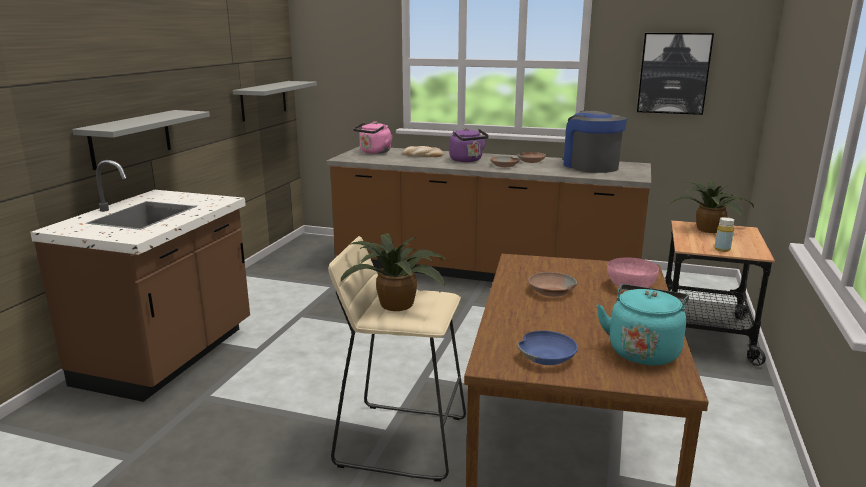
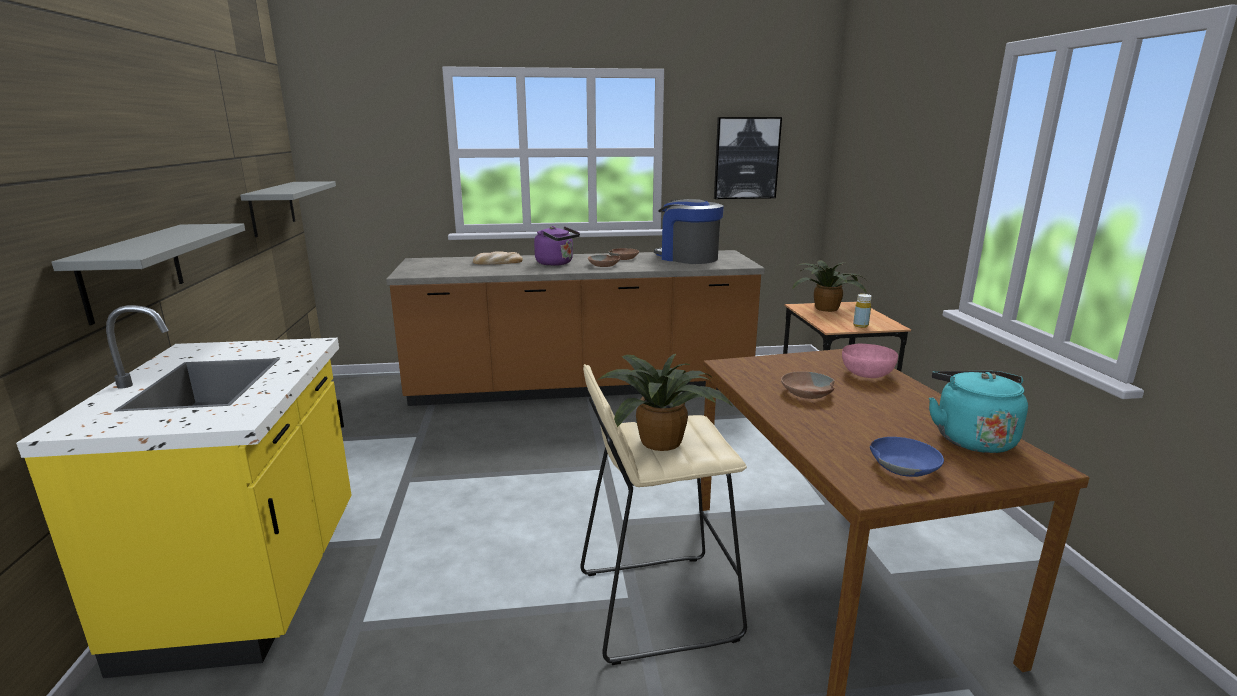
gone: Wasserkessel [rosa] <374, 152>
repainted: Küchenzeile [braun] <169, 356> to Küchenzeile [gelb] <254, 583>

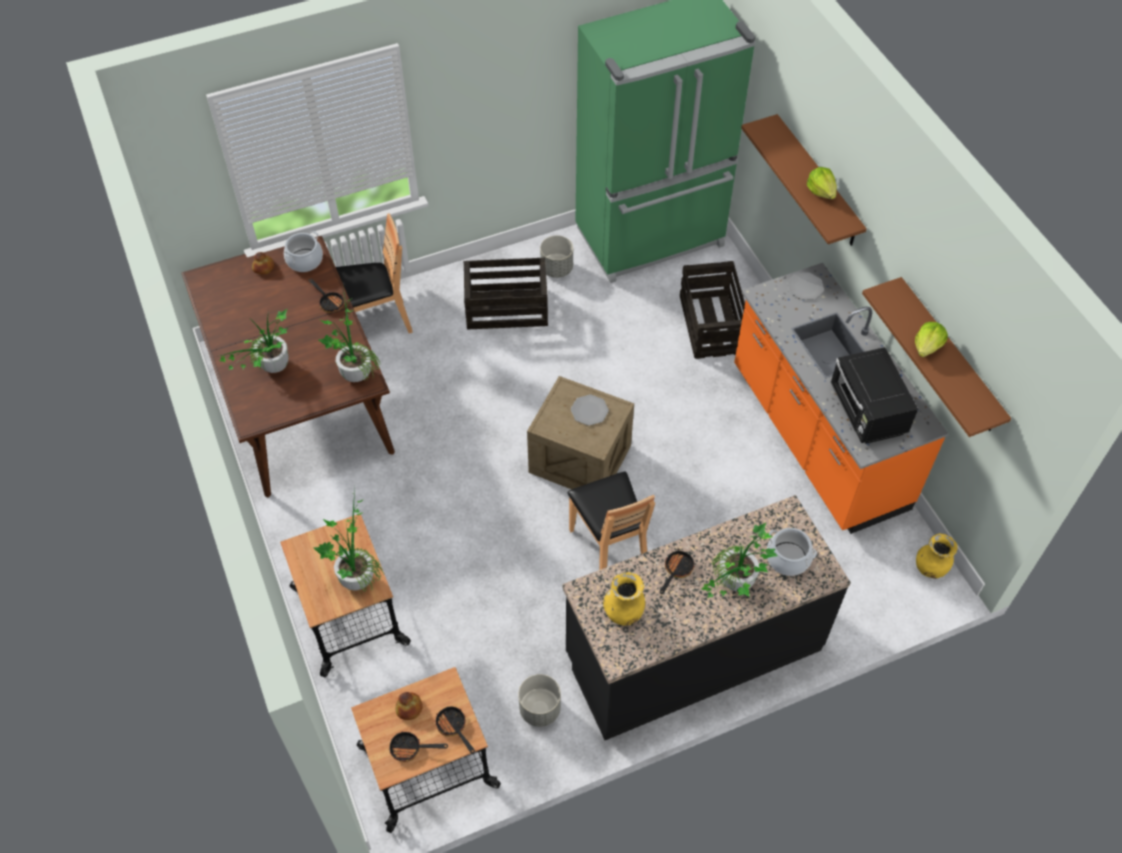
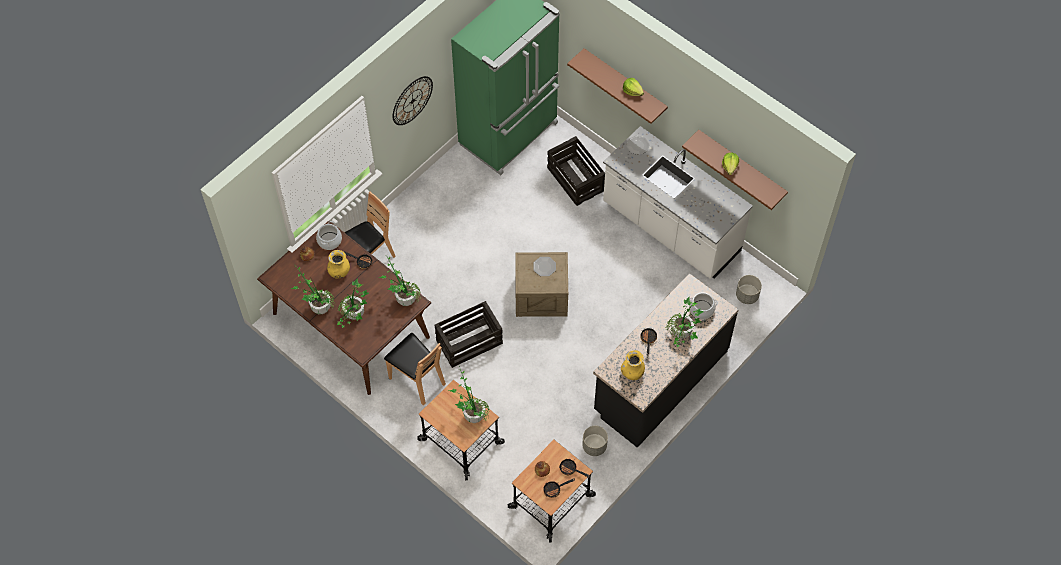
gone: Mikrowelle [schwarz] <867, 412>
new: Wanduhr <412, 100>; Topfpflanze <318, 306>
shifted: Pflanzkübel [grau] <556, 268> to <747, 295>; Kiste <507, 309> to <469, 341>; Stuhl [braun] <609, 548> to <417, 380>; Vase [gelb] <931, 567> to <339, 271>
repainted: Küchenzeile [orange] <817, 438> to Küchenzeile [weiß] <670, 228>

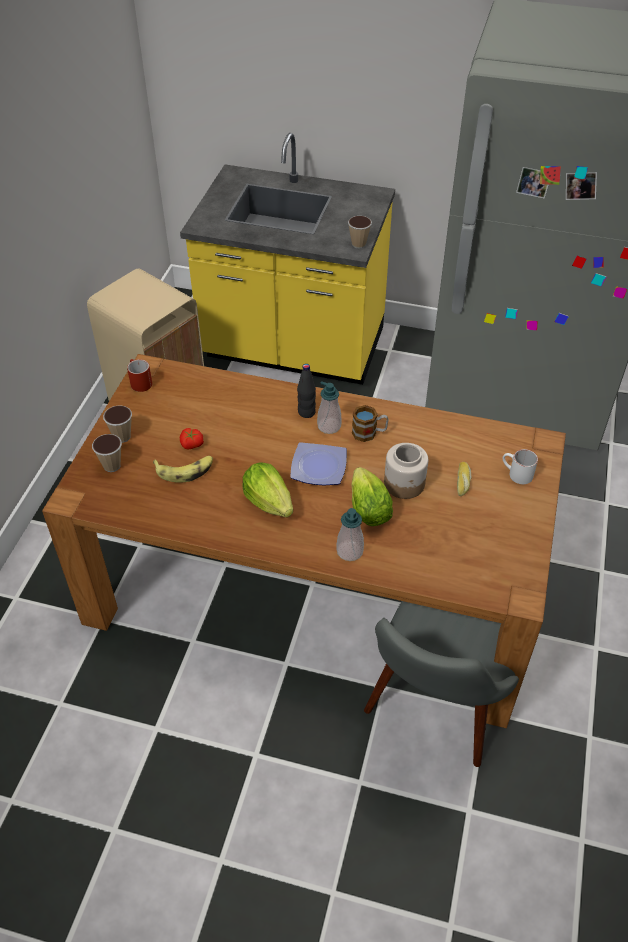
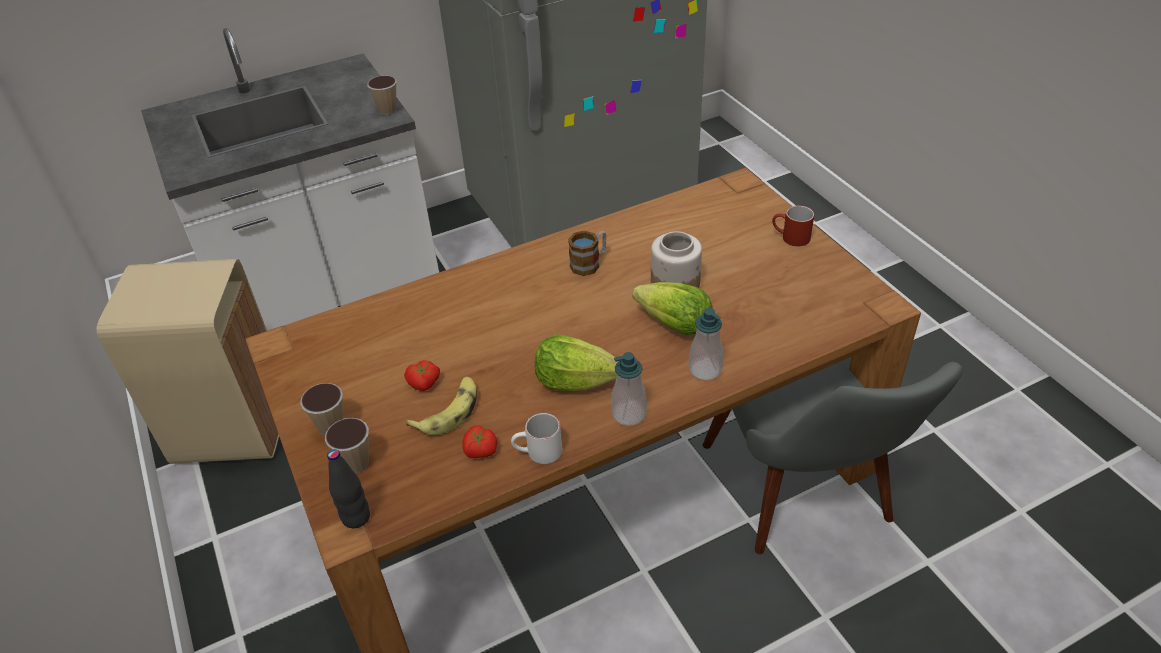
gone: Teller <318, 466>; Brot <463, 482>
new: Tomate <480, 450>
shifted: Henkelbecher [rot] <139, 382> to <790, 238>; Flasche [schwarz] <306, 412> to <356, 517>; Seifenspender <329, 426> to <629, 414>; Henkelbecher [weiß] <516, 474> to <538, 453>
repainted: Küchenzeile [gelb] <293, 348> to Küchenzeile [weiß] <327, 288>

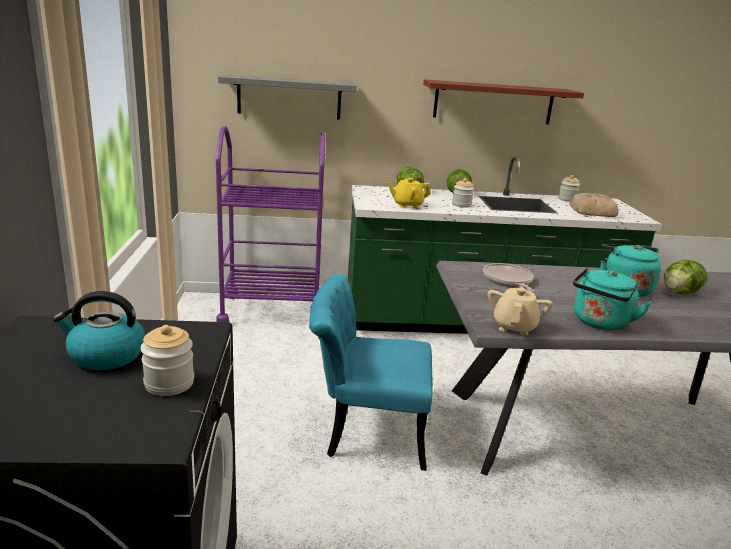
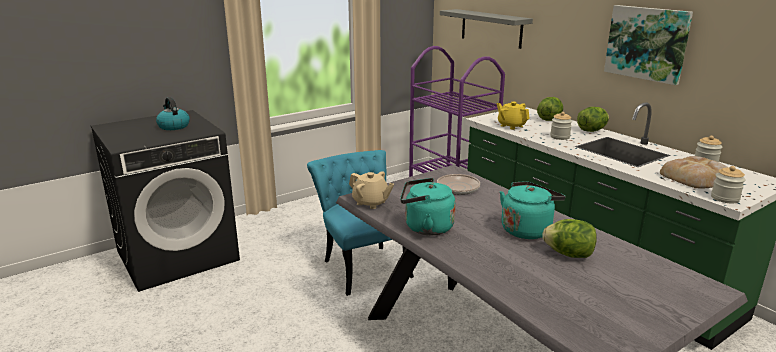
shifted: Vorratsglas <169, 383> to <724, 198>
swapped: Wandregal <493, 102> to Bild <647, 43>
rotated: Teekanne [beige] <514, 326> = <371, 203> 45 degrees clockwise

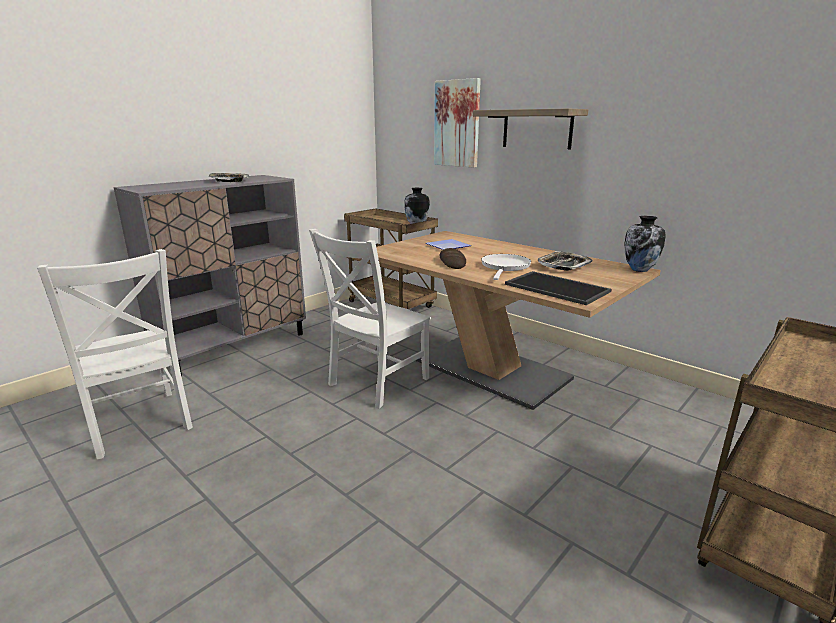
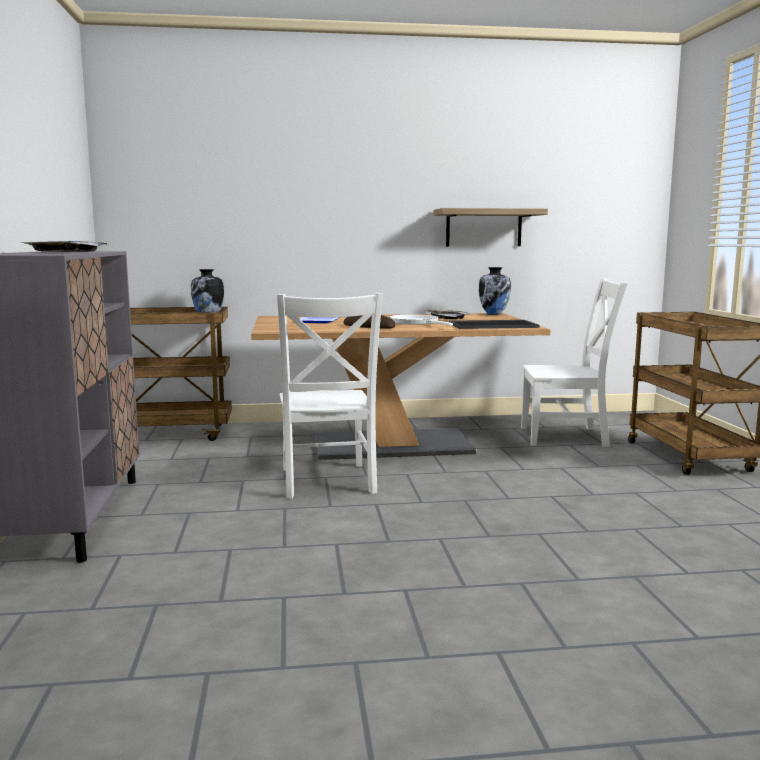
gone: Bild <457, 124>
shifted: Wandregal <537, 129> to <483, 228>; Stuhl [weiß] <138, 425> to <568, 437>

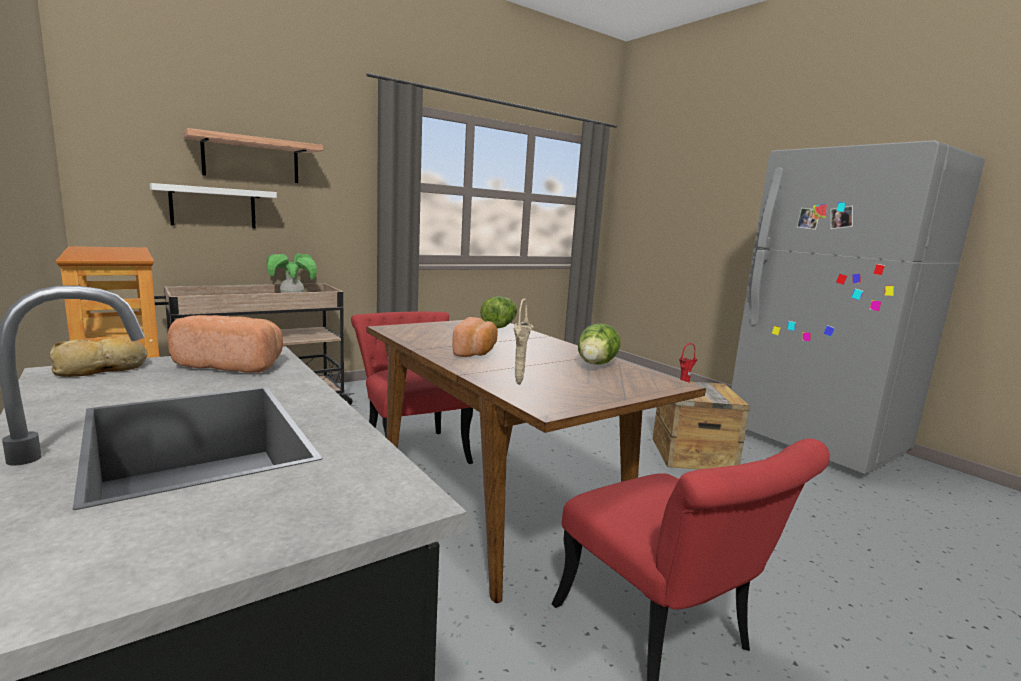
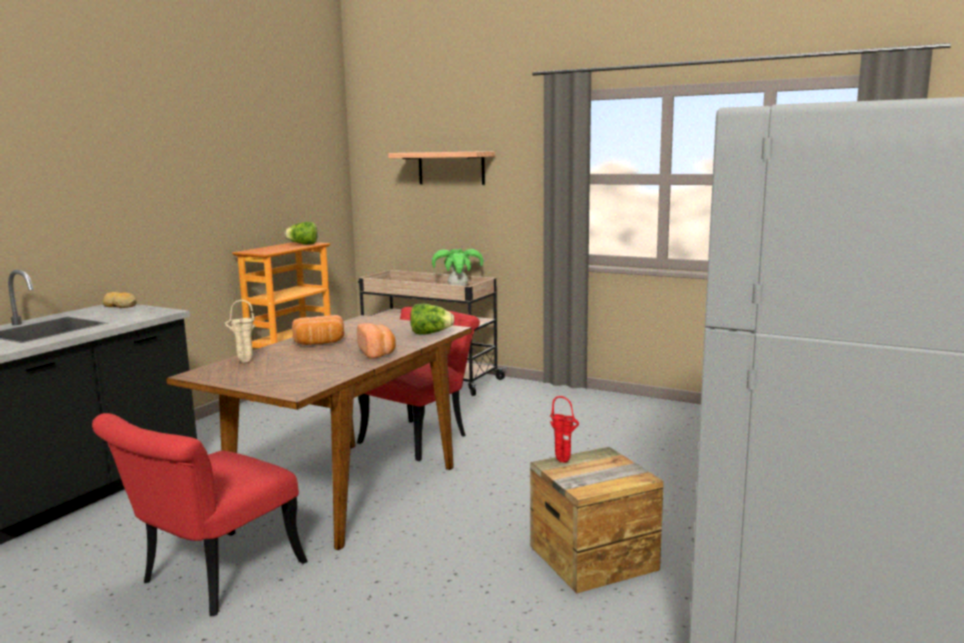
gone: Wandregal [weiß] <213, 207>
shifted: Brot <233, 365> to <377, 353>; Salatkopf <595, 365> to <303, 244>

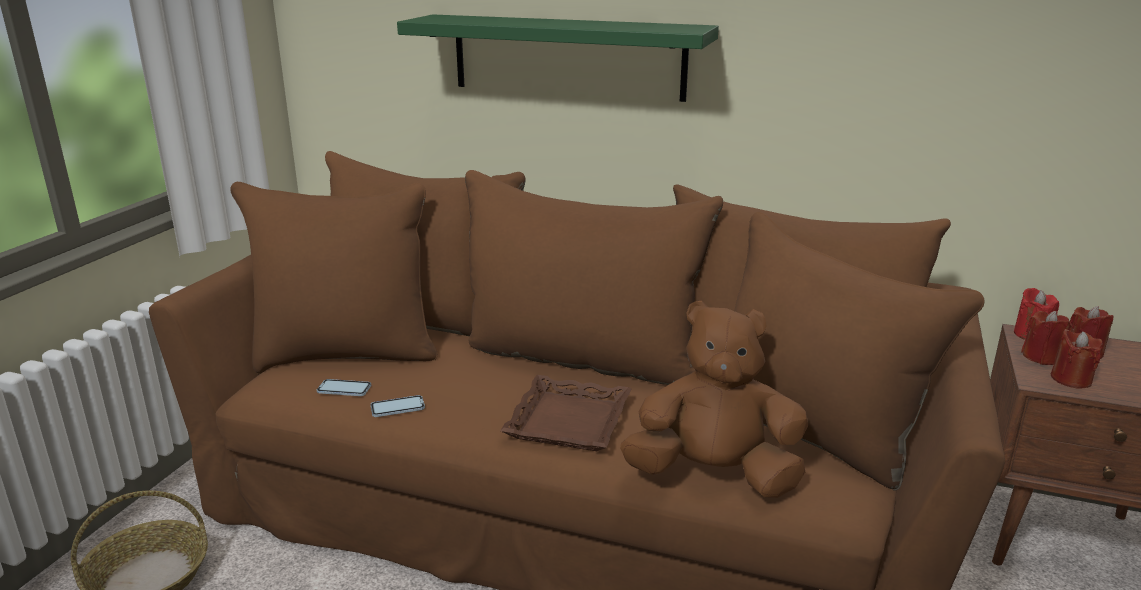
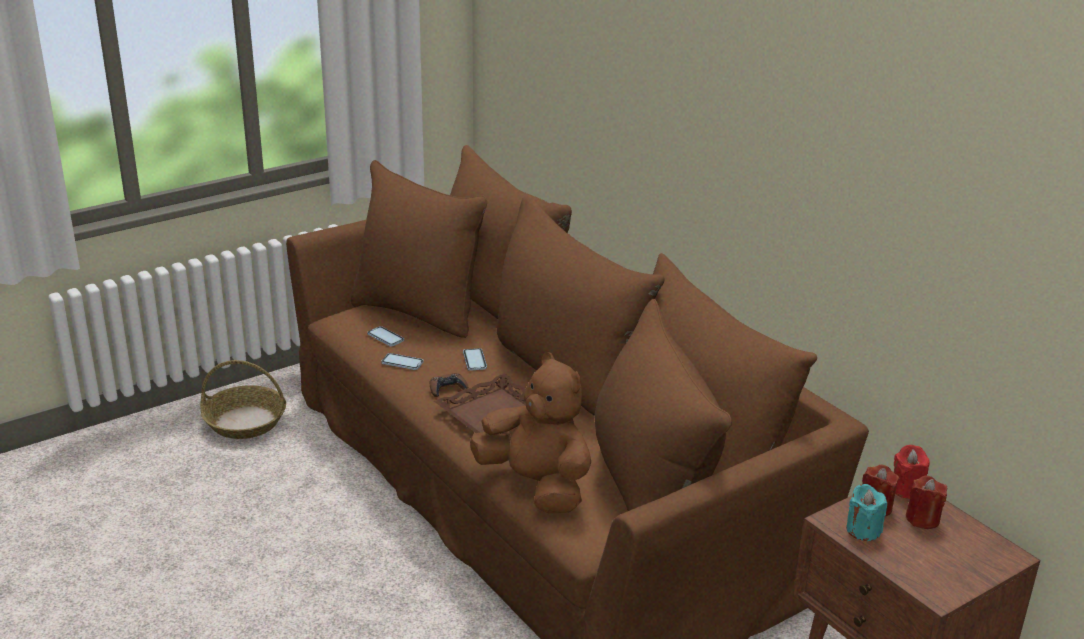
gone: Wandregal [grün] <567, 57>
new: Handy <474, 360>; Gamepad [braun] <447, 389>
repainted: Kerze [rot] <1070, 379> to Kerze [türkis] <863, 530>

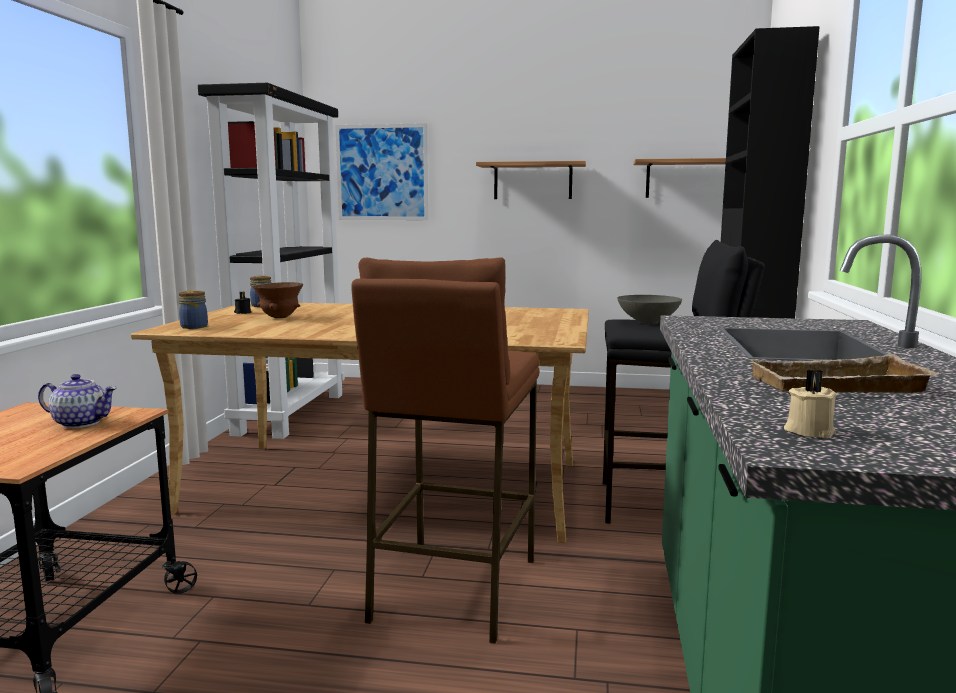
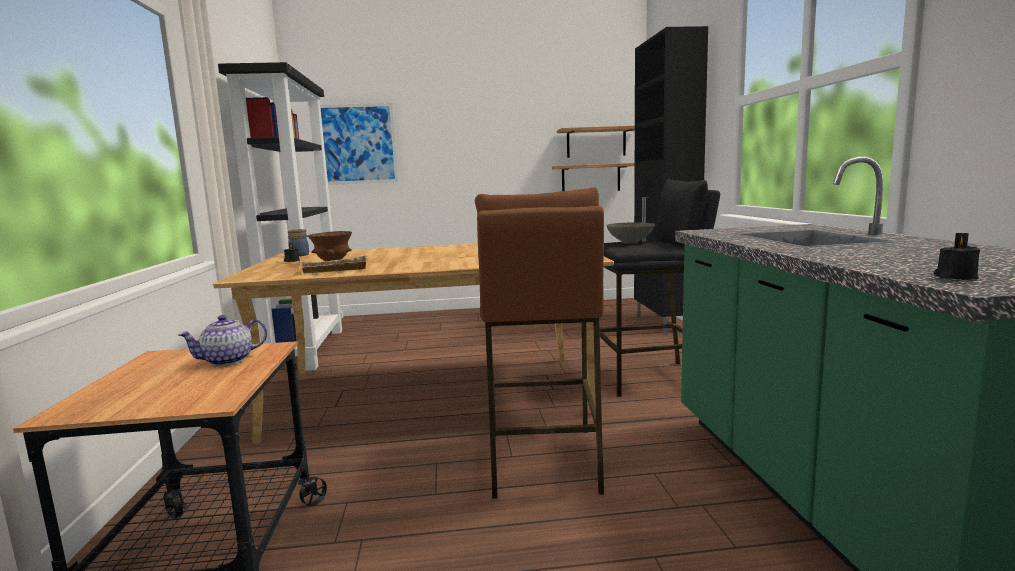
gone: Vorratsglas <194, 327>
shifted: Wandregal <533, 181> to <591, 178>; Tablett [beige] <837, 387> to <333, 270>
repainted: Kerze [beige] <808, 431> to Kerze [schwarz] <955, 277>
rotated: Teekanne <80, 423> = <228, 360> 150 degrees clockwise

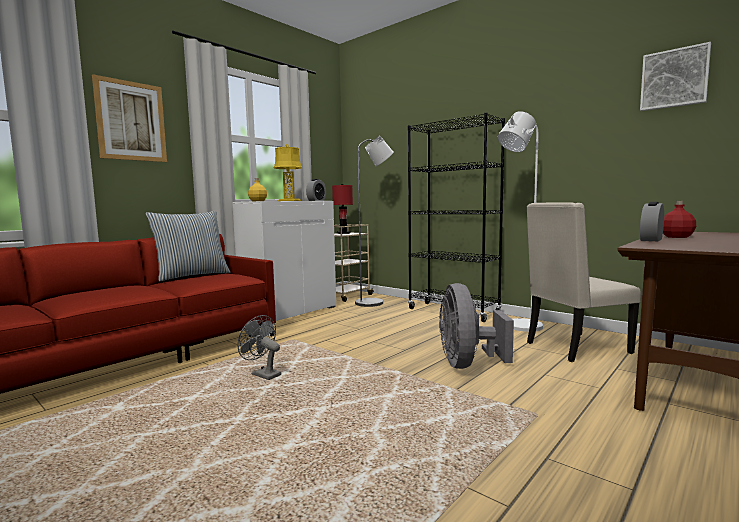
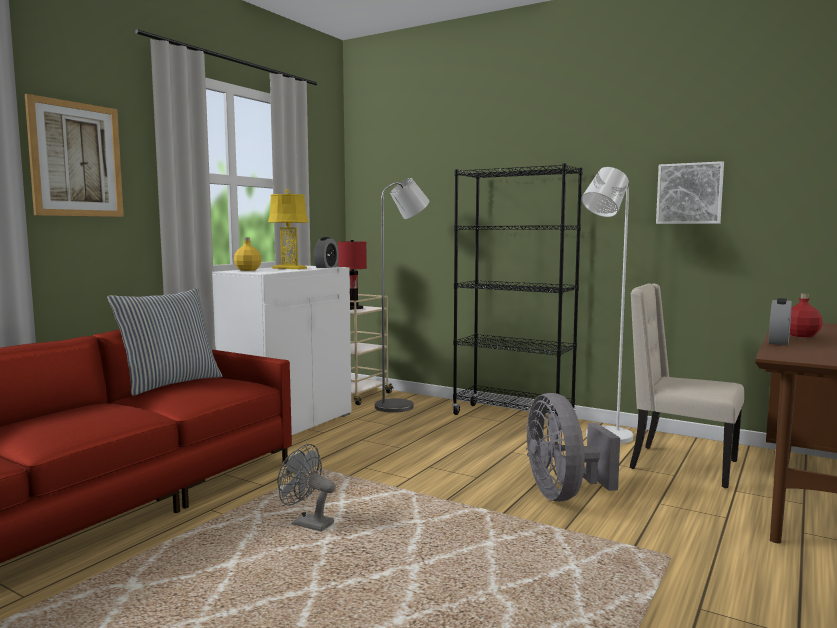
shifted: Bild <674, 79> to <689, 193>
rotated: Stuhl [beige] <575, 348> = <680, 465> 60 degrees clockwise

